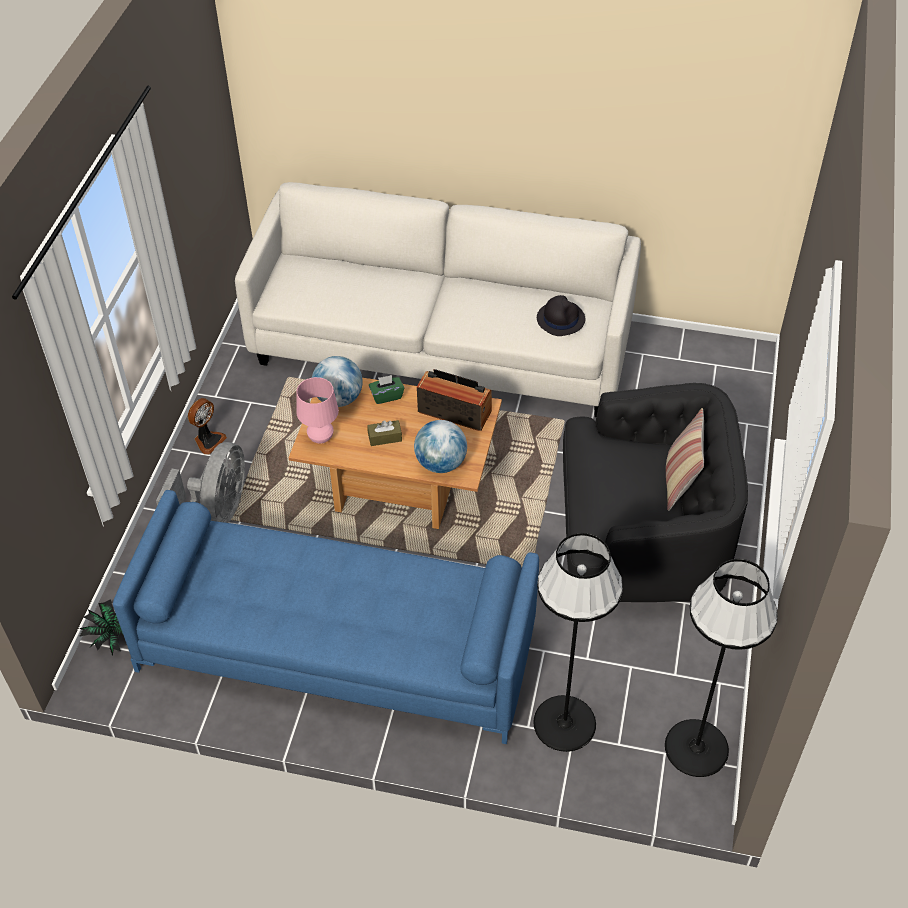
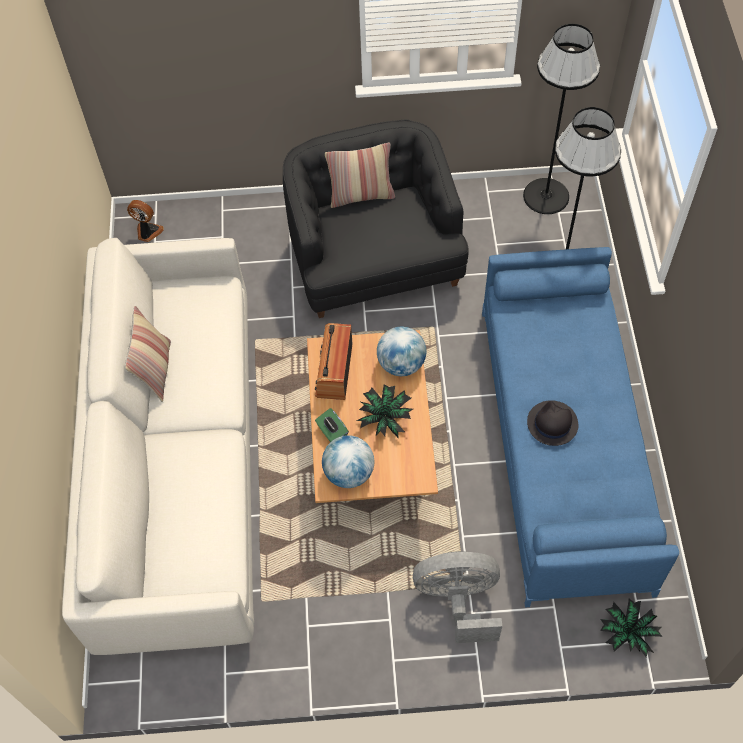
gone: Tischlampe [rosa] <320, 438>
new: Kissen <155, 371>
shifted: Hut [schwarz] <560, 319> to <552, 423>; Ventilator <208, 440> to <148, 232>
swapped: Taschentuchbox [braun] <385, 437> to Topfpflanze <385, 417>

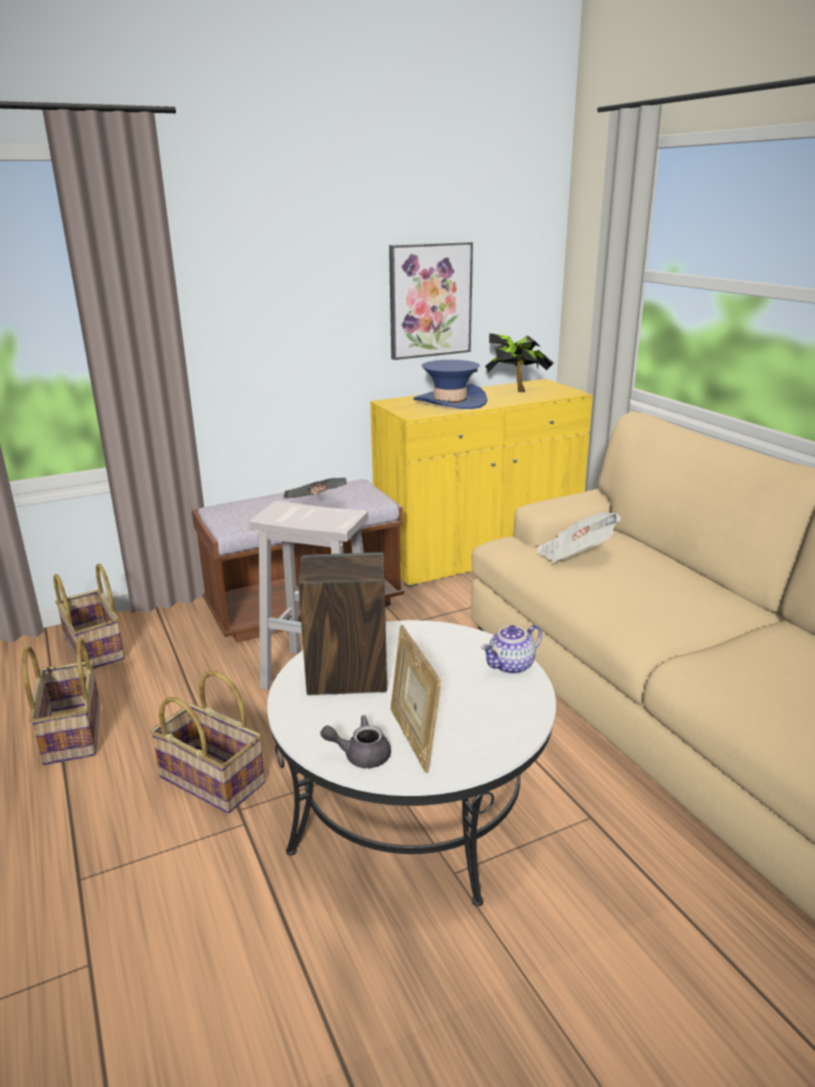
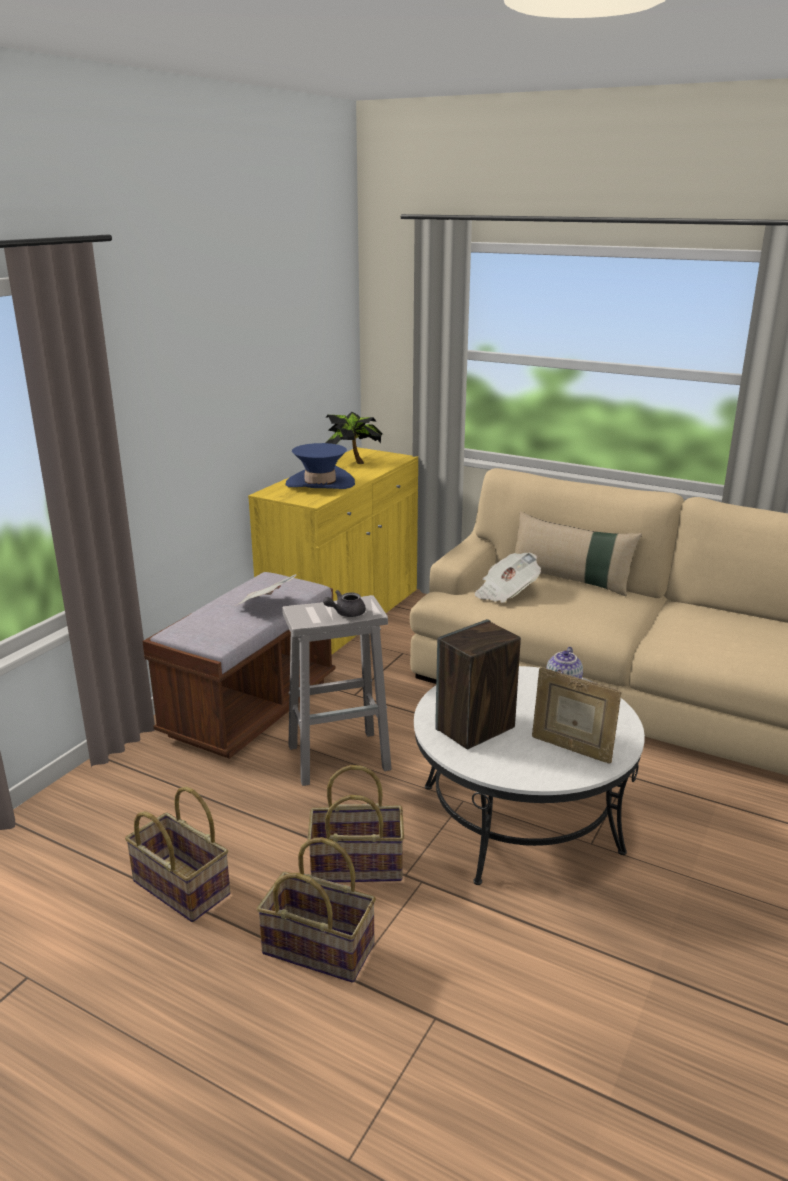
gone: Bild <430, 300>
new: Kissen [beige] <570, 580>
shifted: Korb <96, 648> to <320, 947>; Teekanne [grau] <360, 755> to <345, 613>

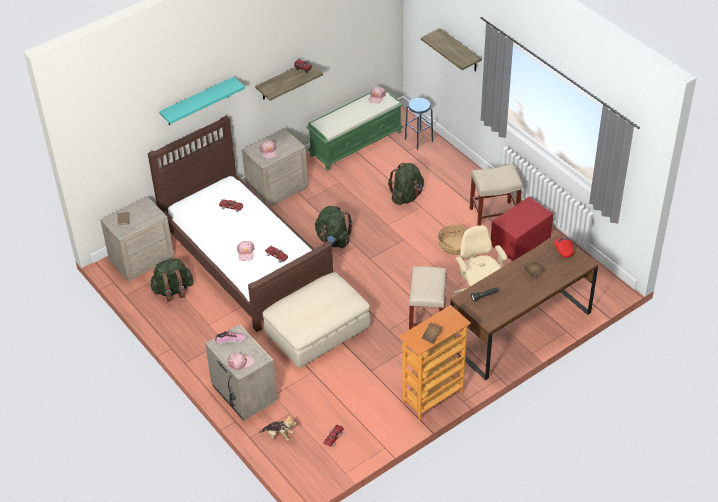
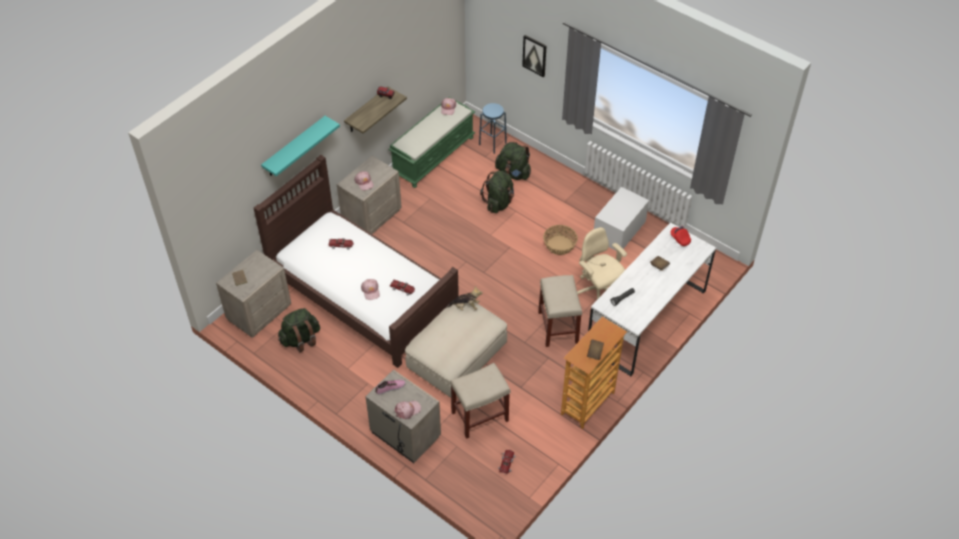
shifted: Hocker [beige] <494, 215> to <480, 416>; Rucksack [grün] <333, 240> to <513, 173>; Plüschtier <279, 435> to <465, 306>
swapped: Wandregal <460, 51> to Bild <535, 55>
repainted: Aufbewahrungsbox [rot] <520, 240> to Aufbewahrungsbox [weiß] <619, 230>; Schreibtisch [braun] <520, 329> to Schreibtisch [weiß] <646, 319>

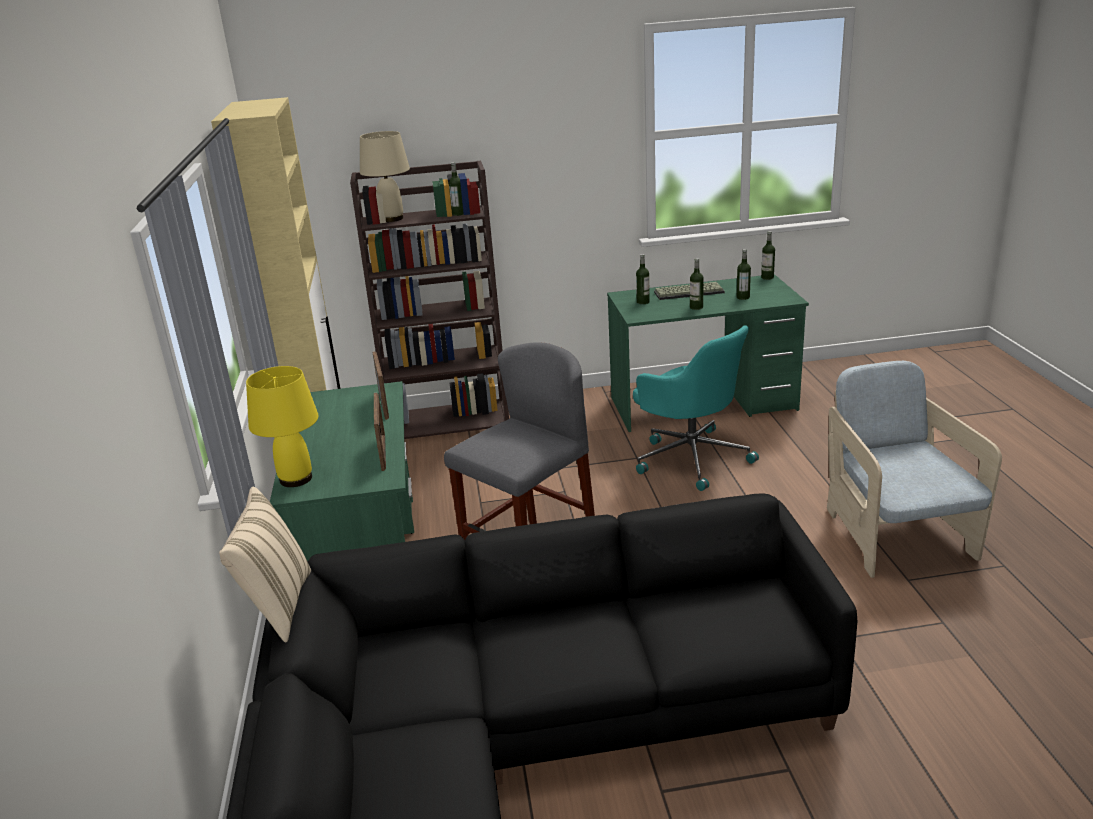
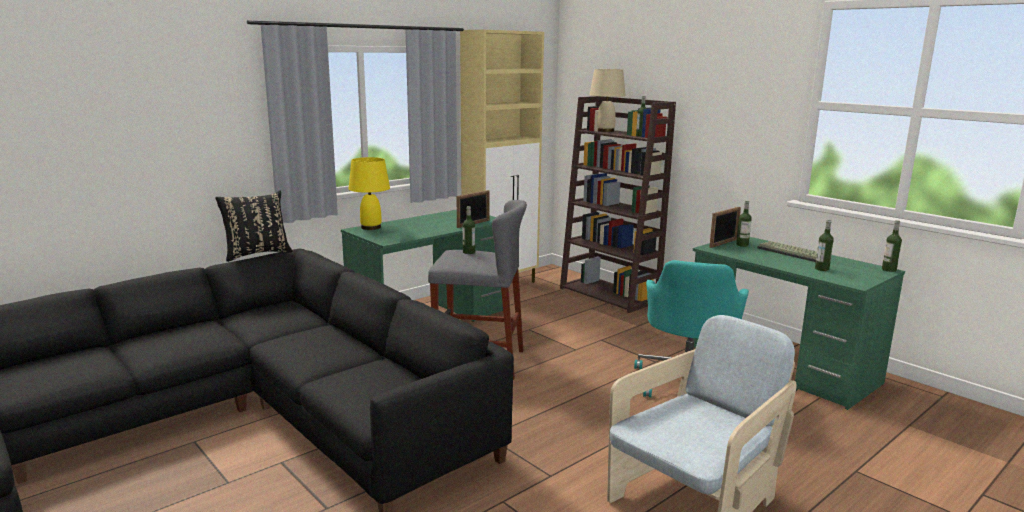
shifted: Flasche <696, 307> to <468, 252>; Bilderrahmen <383, 453> to <723, 243>
repainted: Kissen [beige] <277, 606> to Kissen [schwarz] <256, 254>

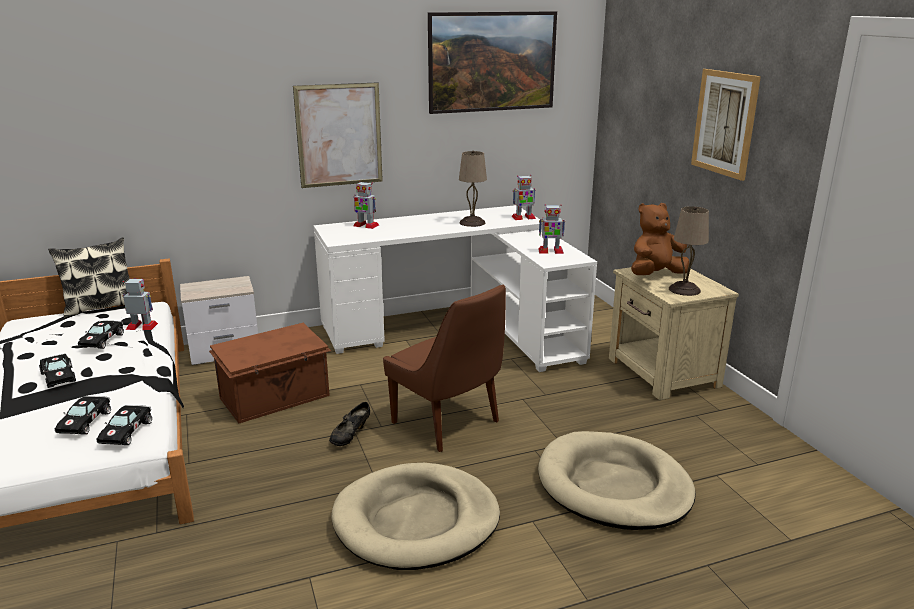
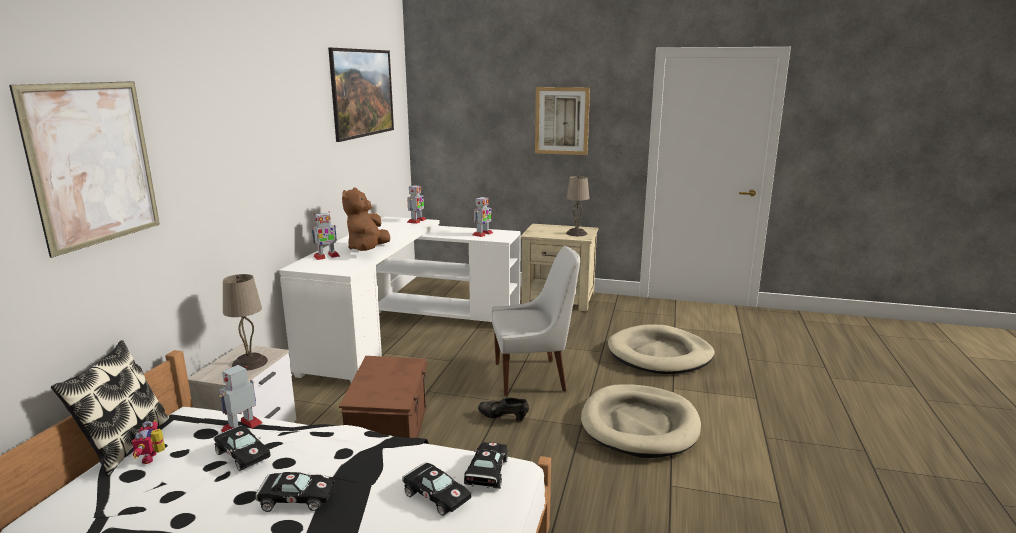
new: Spielzeugroboter <153, 457>
shifted: Bild <339, 135> to <93, 164>; Tischlampe [beige] <472, 222> to <249, 362>; Plüschtier [braun] <655, 275> to <368, 249>
repainted: Stuhl [braun] <448, 423> to Stuhl [weiß] <533, 377>
rotated: Schuh [schwarz] <350, 436> = <503, 418> 135 degrees clockwise; Spielzeugauto [schwarz] <127, 431> = <487, 473> 120 degrees counterclockwise

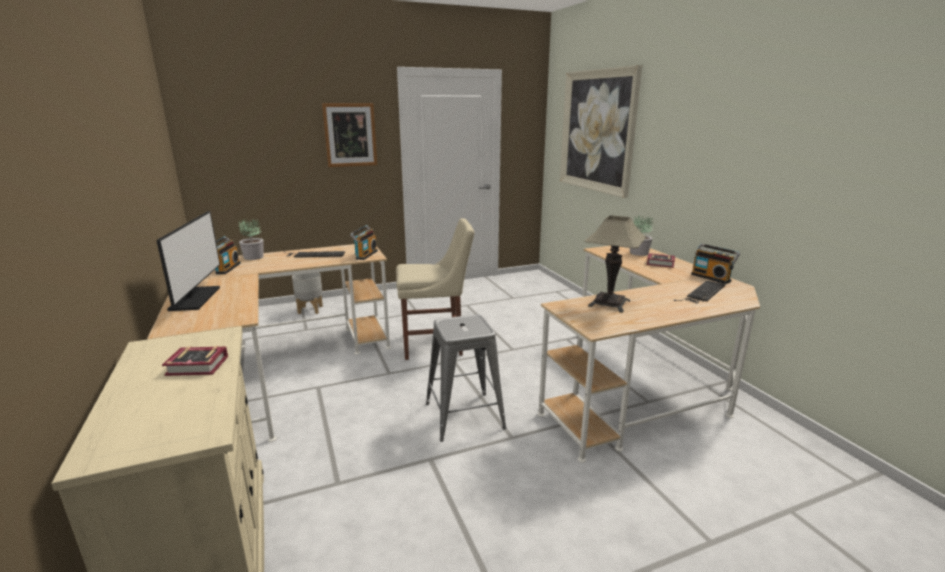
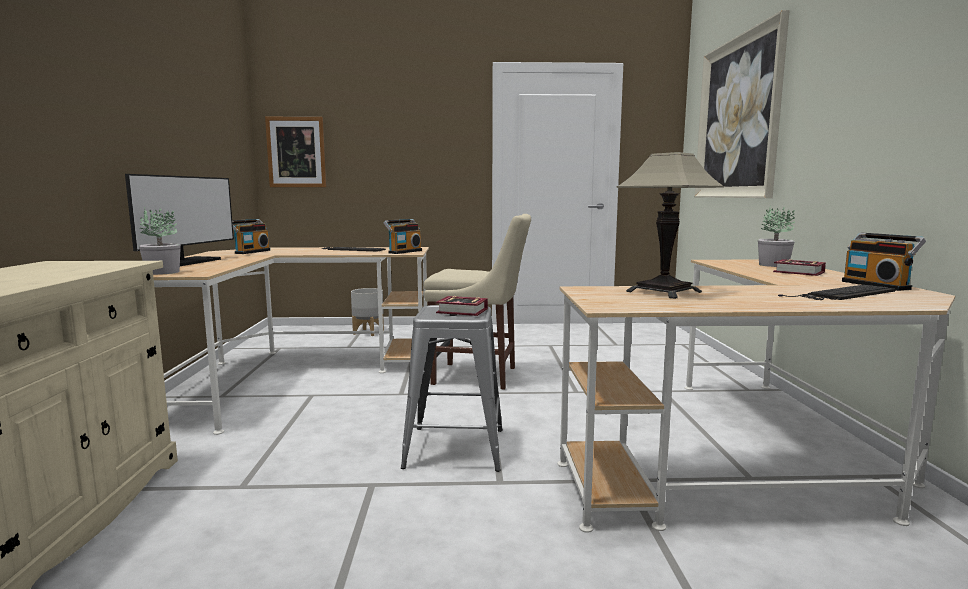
shifted: Bild <350, 135> to <296, 152>; Topfpflanze <254, 257> to <162, 272>; Buch <199, 366> to <463, 311>

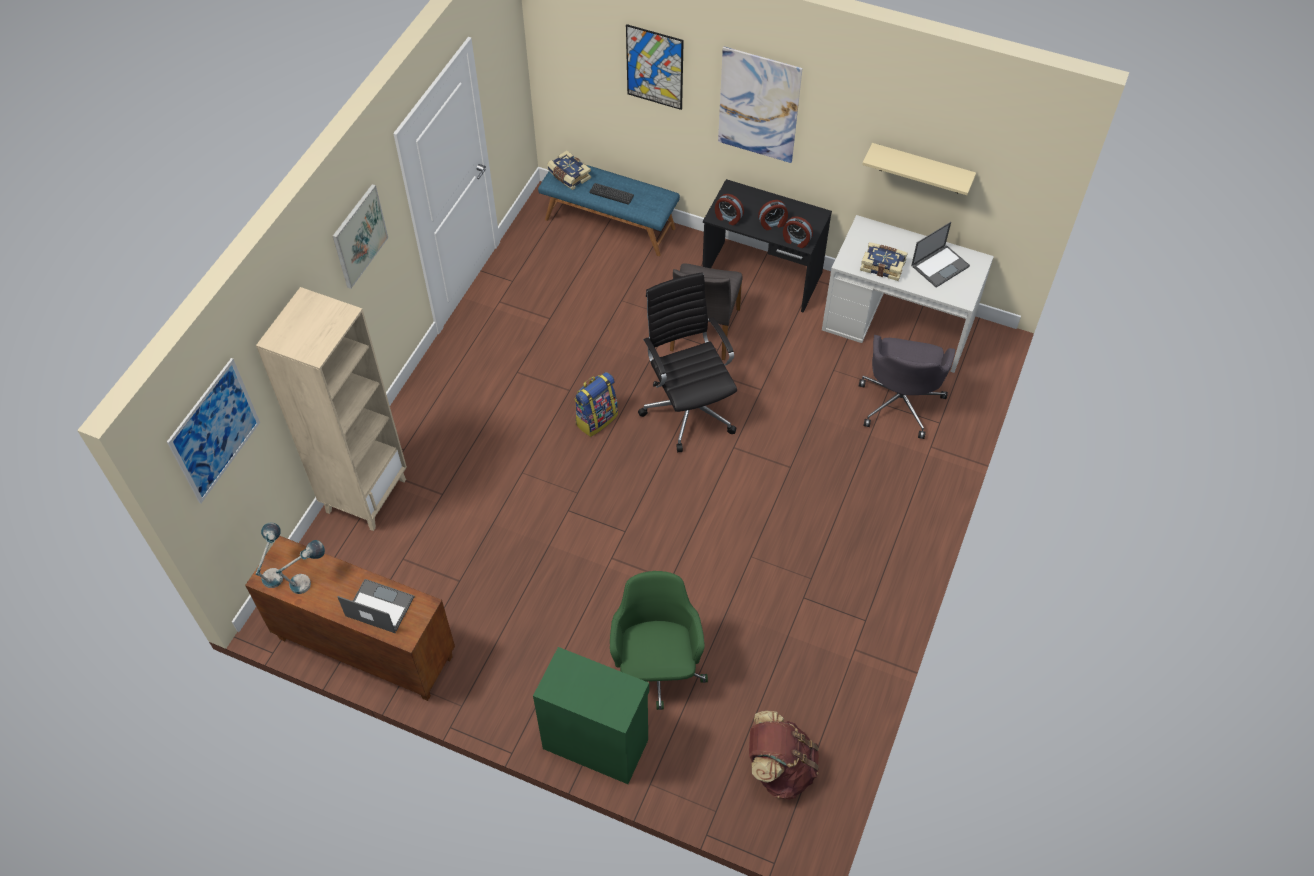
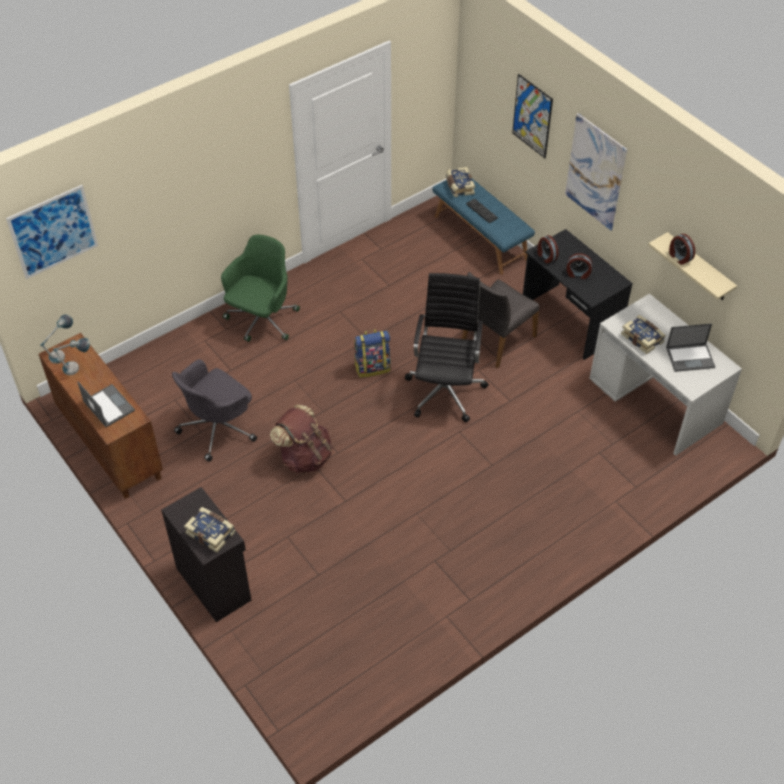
gone: Bild <359, 236>; Bücherregal [beige] <366, 495>
new: Buch <211, 532>
shifted: Wecker <796, 241> to <679, 257>; Bürostuhl [grau] <900, 402> to <218, 428>; Bürostuhl [grün] <656, 669> to <262, 320>; Rucksack [braun] <779, 768> to <304, 457>
repainted: Schrank [grün] <595, 742> to Schrank [schwarz] <214, 583>

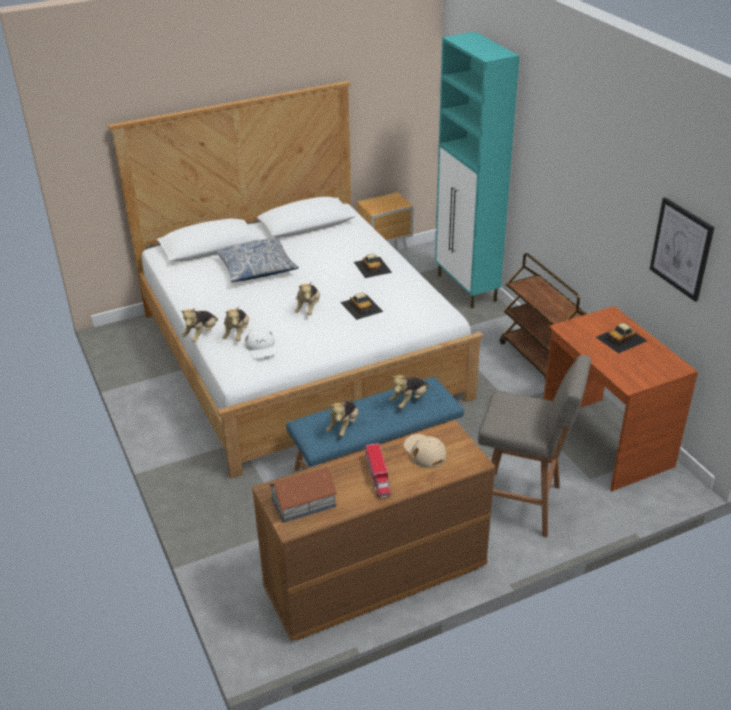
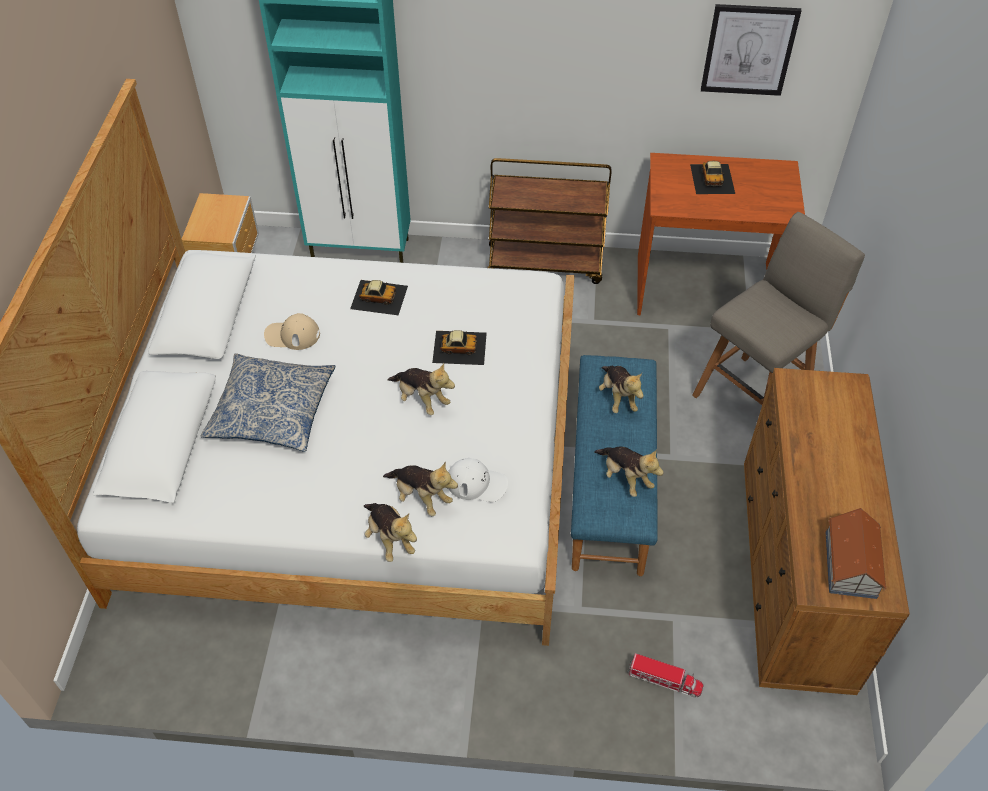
shifted: Kappe [beige] <424, 452> to <292, 335>; Spielzeuglaster <378, 476> to <664, 680>

